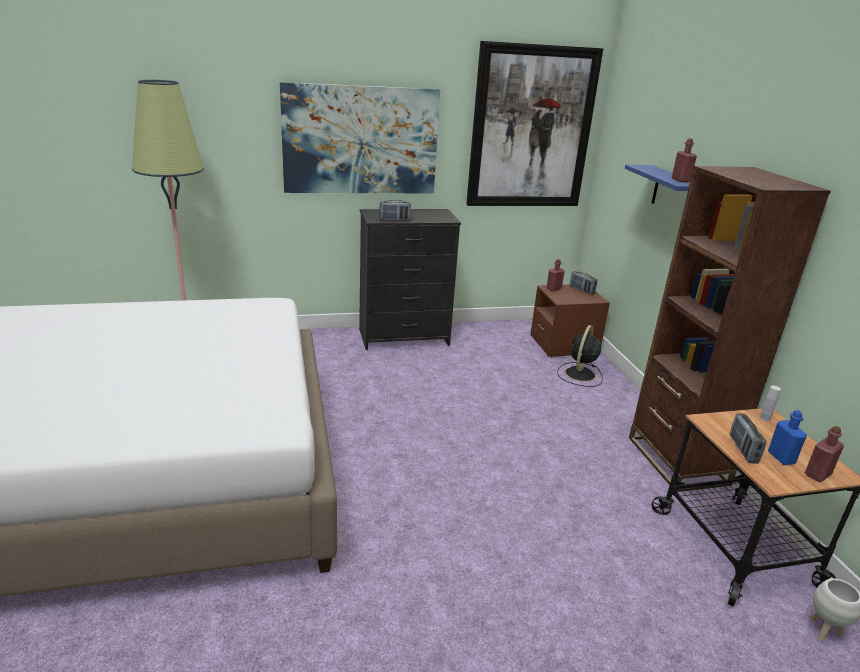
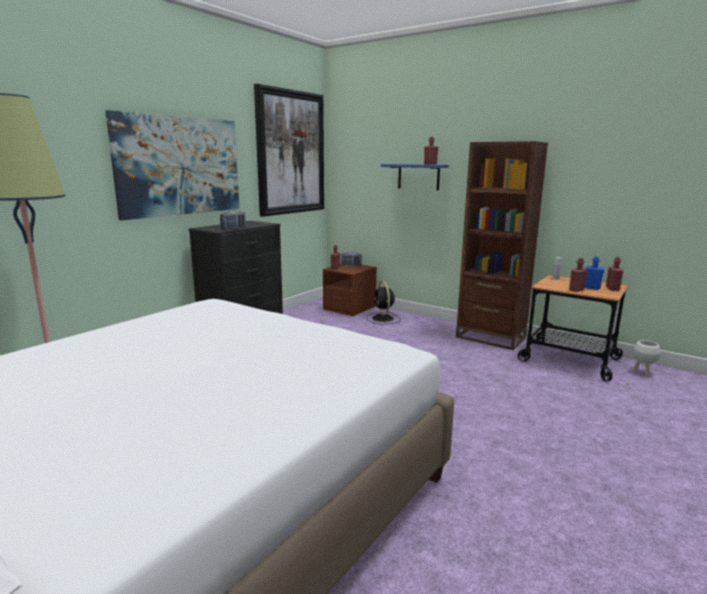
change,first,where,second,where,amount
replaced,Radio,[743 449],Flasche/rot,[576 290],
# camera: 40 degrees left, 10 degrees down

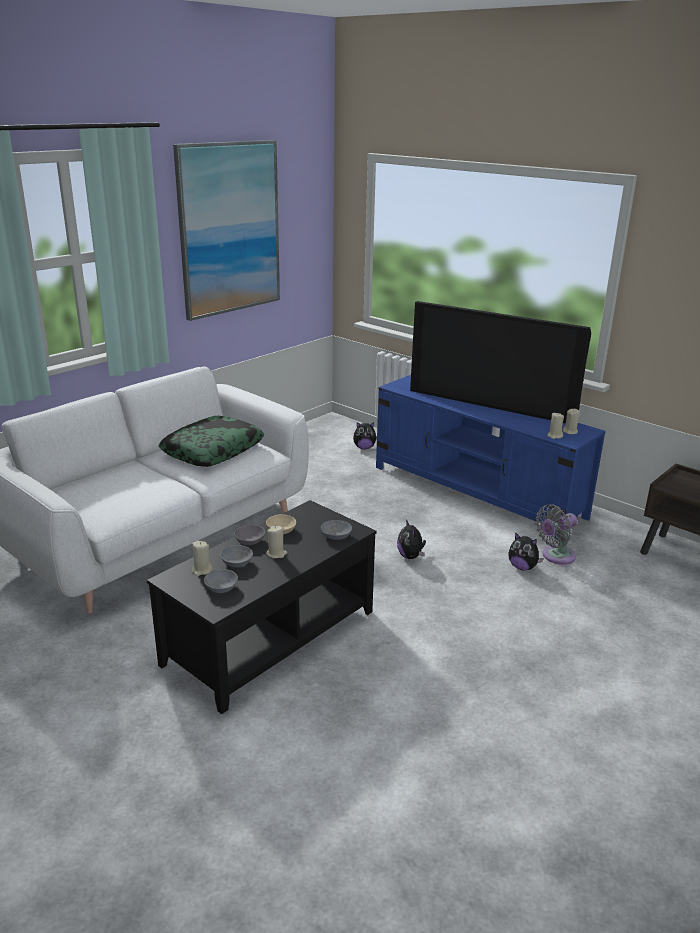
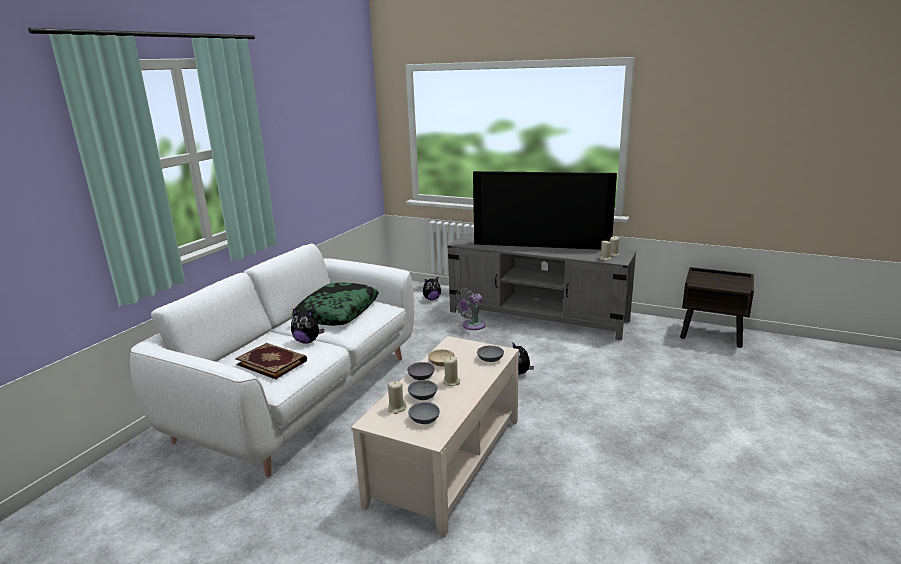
change,first,where,second,where,amount
added,,,Buch,[272 362],
moved,Plüschtier,[522 567],,[307 341],
recoloured,Couchtisch/schwarz,[271 637],Couchtisch/beige,[447 460],
recoloured,Fernsehschrank/blau,[477 492],Fernsehschrank/grau,[538 316],
moved,Ventilator/grau,[555 556],,[472 326],
removed,Bild,[229 229],,,
# camera: 15 degrees left, 5 degrees down

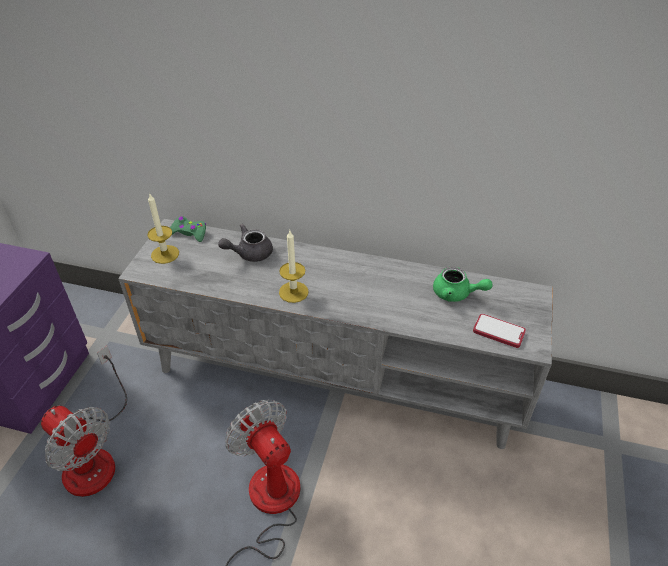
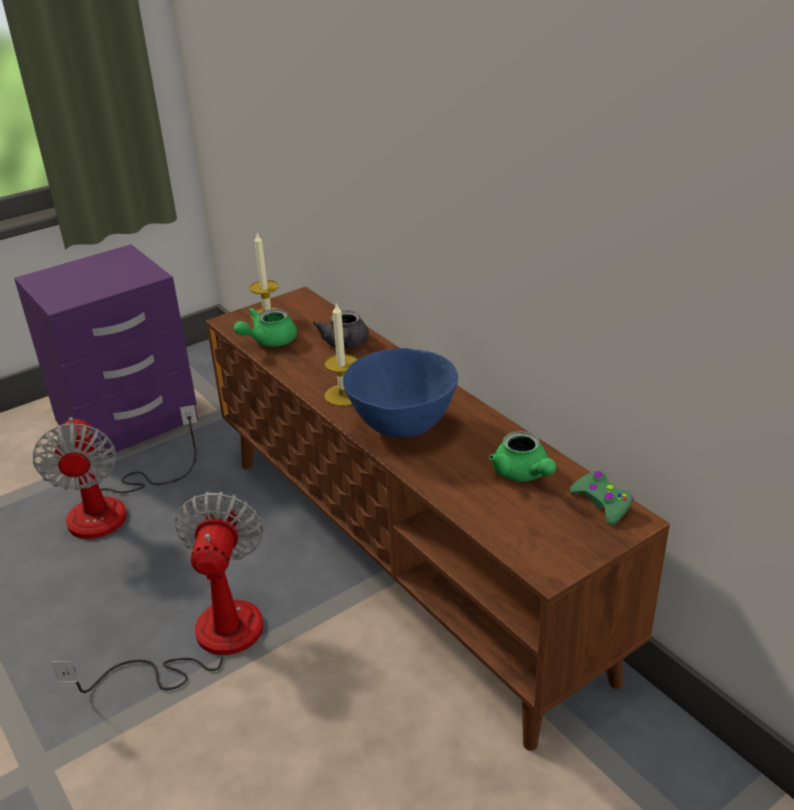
change,first,where,second,where,amount
recoloured,Fernsehschrank/grau,[335 376],Fernsehschrank/braun,[406 559],
added,,,Teekanne/grün,[268 341],
turned,Teekanne/grau,[249 253],,[345 344],105 degrees counterclockwise
added,,,Schüssel/blau,[402 426],
moved,Gamepad/grün,[189 233],,[602 503],
removed,Handy,[498 332],,,
# camera: 40 degrees right, 10 degrees down

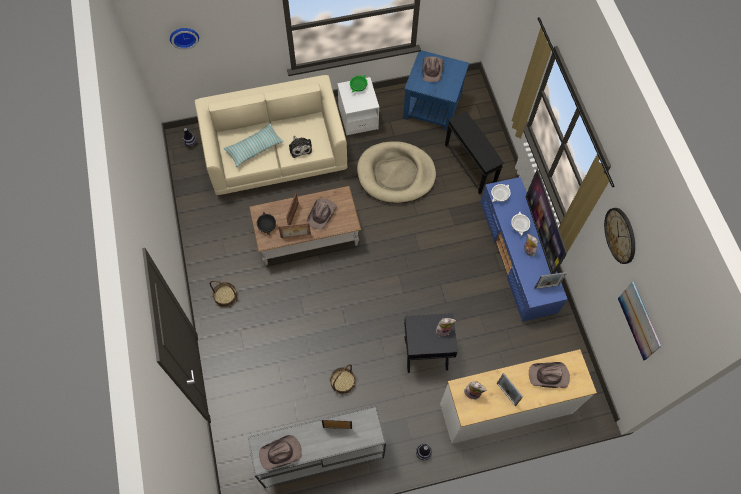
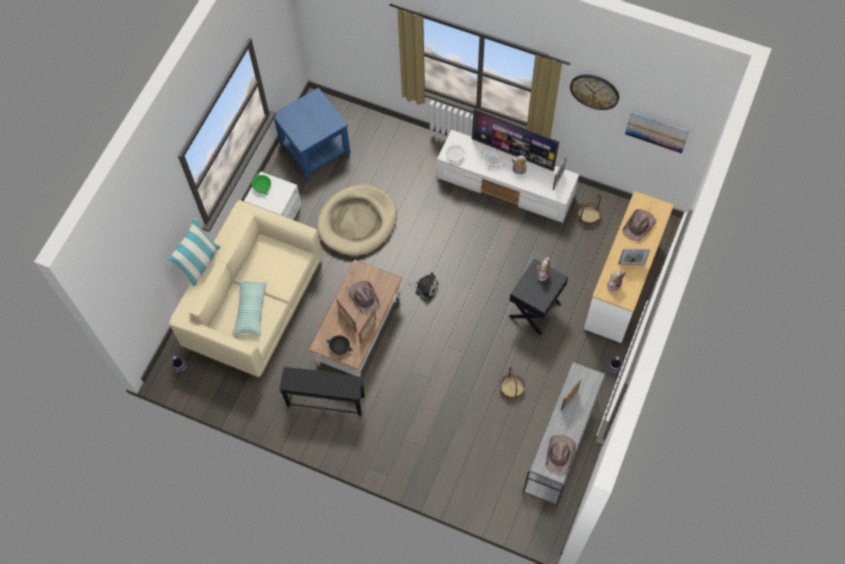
change,first,where,second,where,amount
added,,,Kissen,[200 263],
moved,Beistelltisch/schwarz,[470 165],,[326 400],
moved,Plüschtier,[300 147],,[425 287],
recoloured,Fernsehschrank/blau,[518 257],Fernsehschrank/weiß,[506 186],
moved,Korb,[225 296],,[588 216],
removed,Wanduhr,[184 36],,,
removed,Hut/braun,[432 69],,,
# camera: 50 degrees left, 0 degrees up

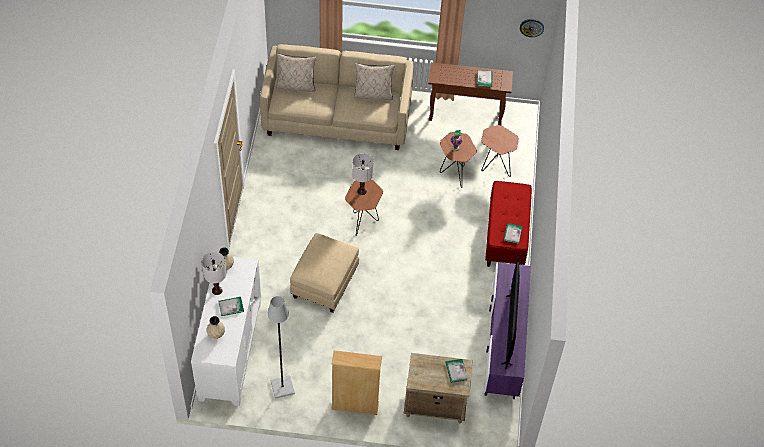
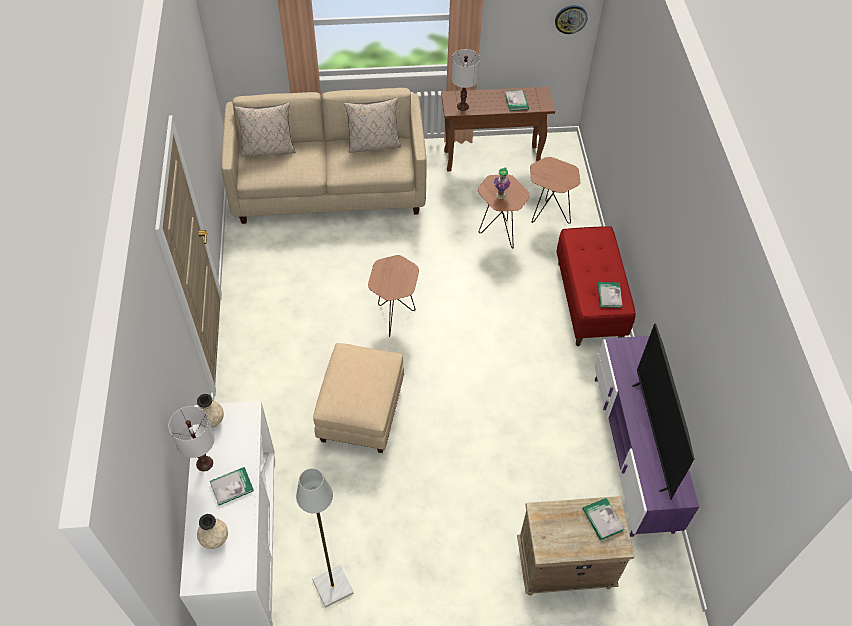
change,first,where,second,where,amount
moved,Tischlampe/weiß,[362 191],,[463 106],
removed,Bücherregal/beige,[355 405],,,
# camera: 10 degrees left, 0 degrees up

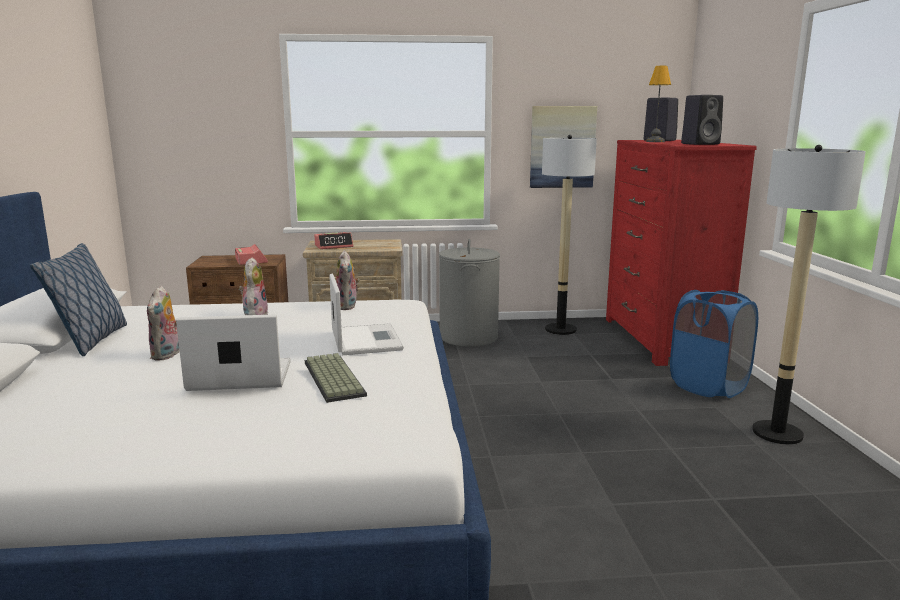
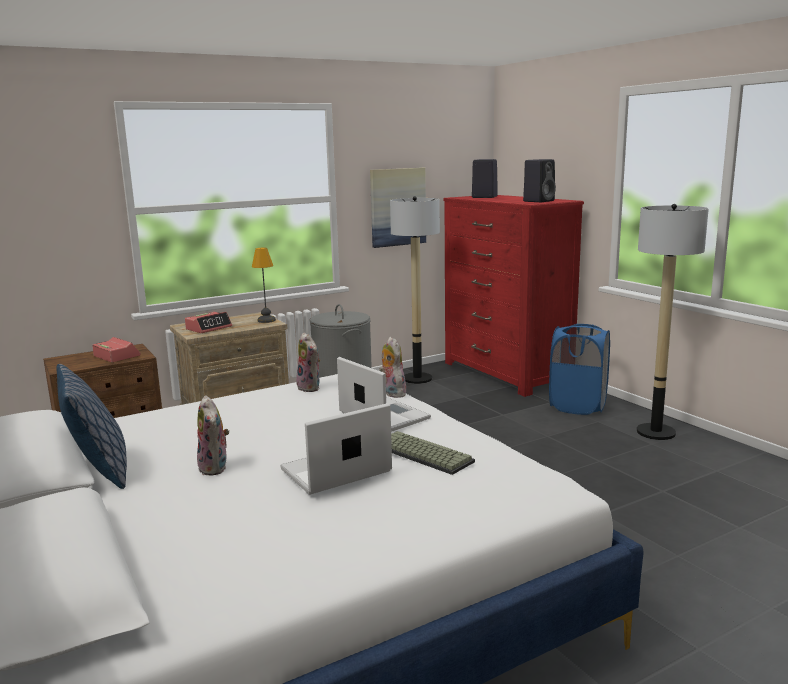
change,first,where,second,where,amount
moved,Tischlampe,[655 141],,[267 320],
moved,Plüschtier,[254 314],,[392 393],
# camera: 25 degrees left, 0 degrees up

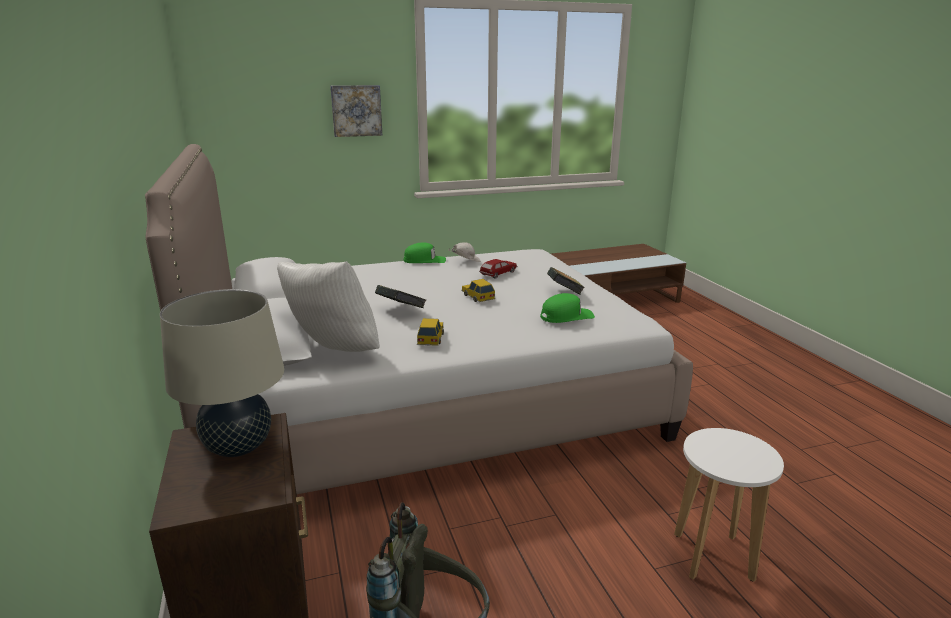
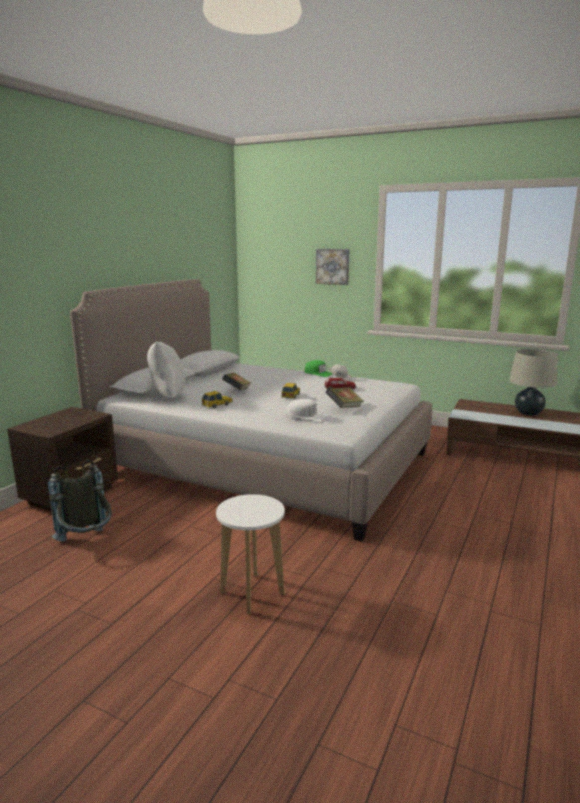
change,first,where,second,where,amount
recoloured,Kappe/grün,[566 316],Kappe/weiß,[306 416],
moved,Tischlampe/beige,[238 447],,[528 413],
# camera: 45 degrees right, 5 degrees down

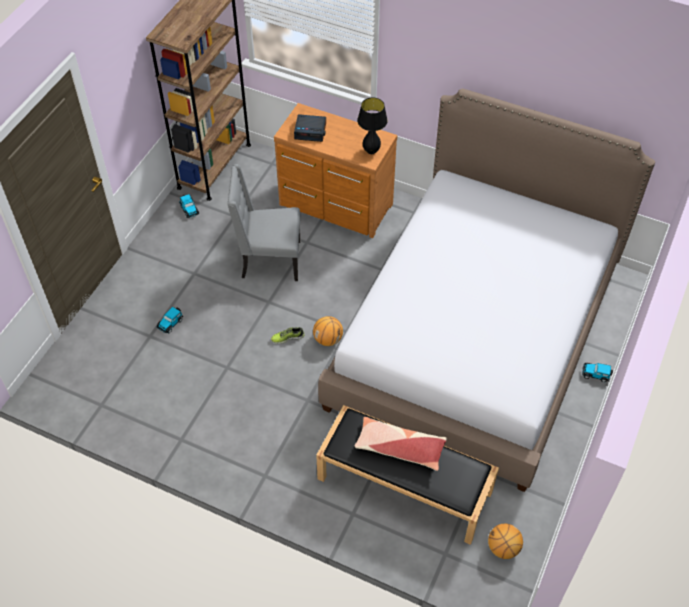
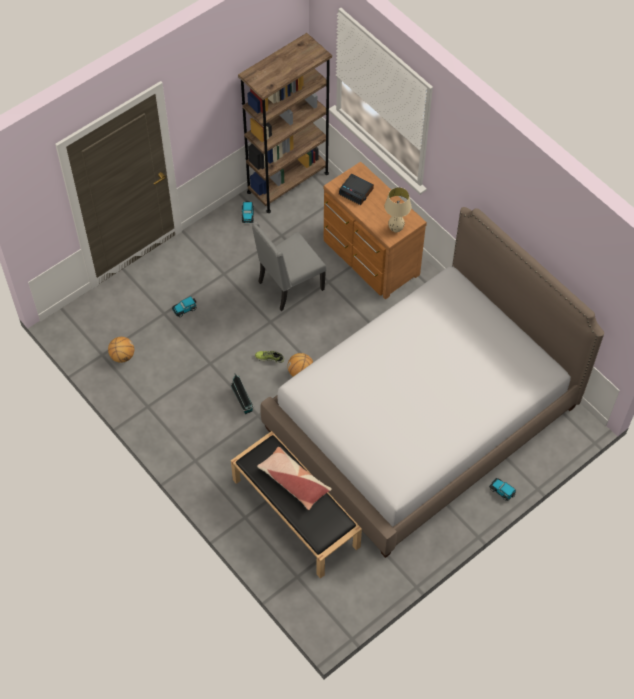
change,first,where,second,where,amount
moved,Basketball,[503 548],,[122 356],
added,,,Spielzeughaus,[243 401],
turned,Stuhl/grau,[269 260],,[289 286],60 degrees counterclockwise
recoloured,Tischlampe/schwarz,[371 151],Tischlampe/beige,[396 229],
# camera: 25 degrees right, 5 degrees up

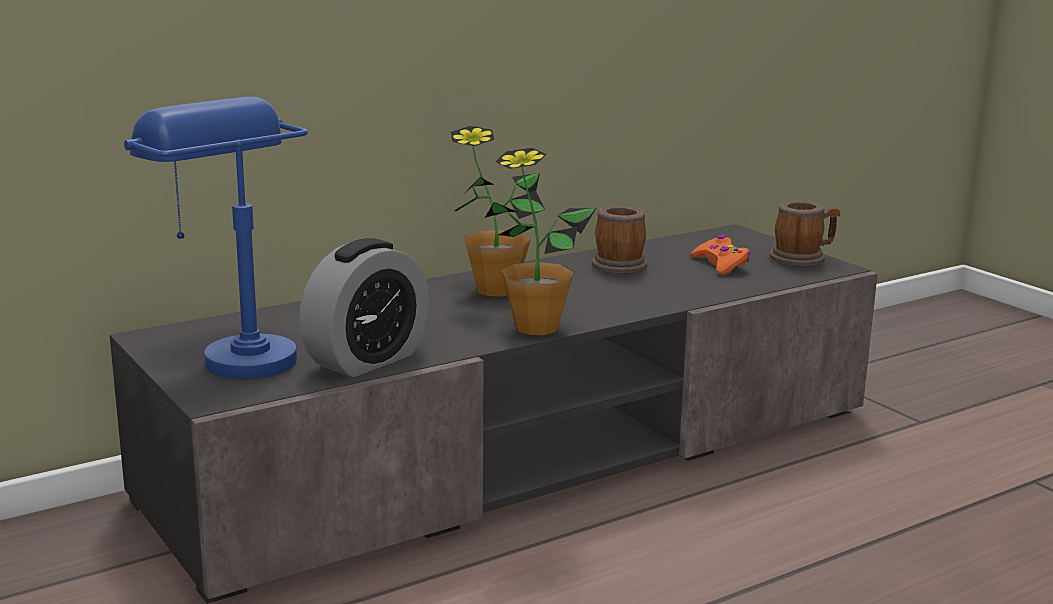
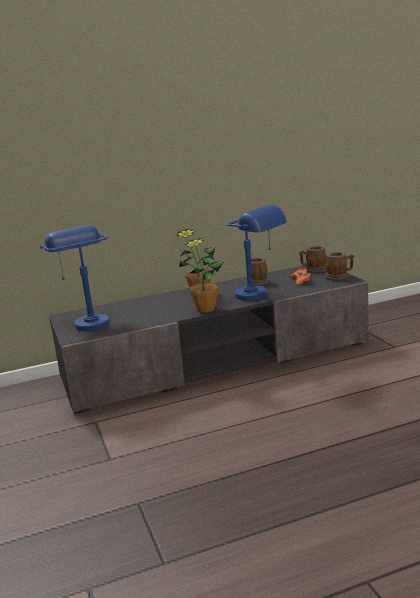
change,first,where,second,where,amount
added,,,Tischlampe/blau,[260 296],
added,,,Henkelbecher,[313 270],
removed,Wecker,[367 360],,,
# camera: 15 degrees right, 0 degrees up

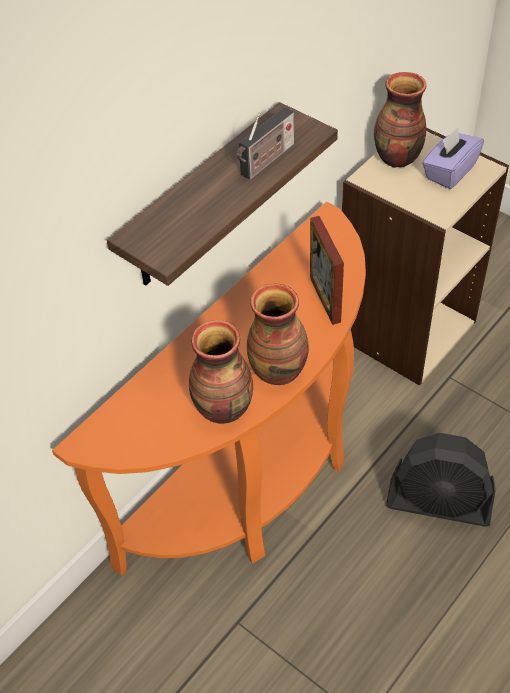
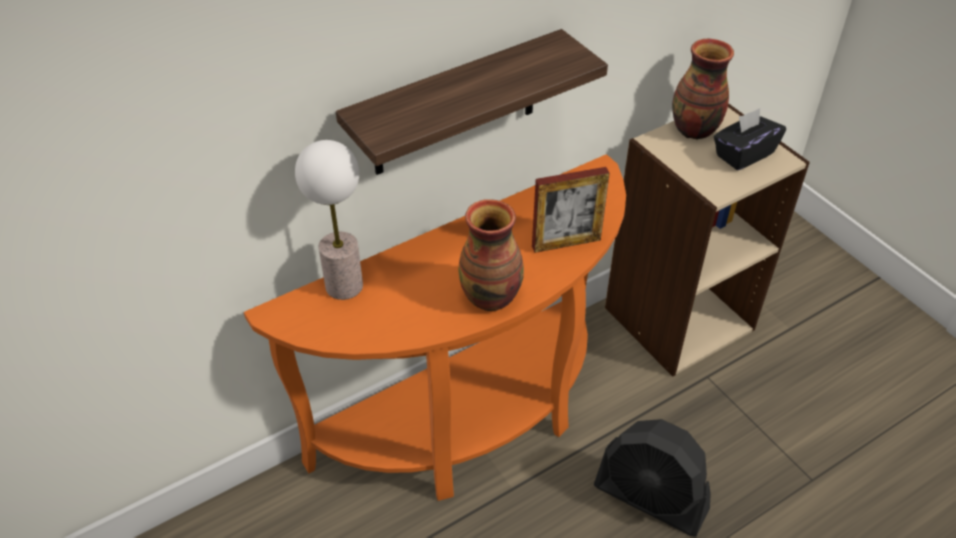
change,first,where,second,where,amount
added,,,Tischlampe,[344 286],
turned,Bilderrahmen,[325 299],,[566 243],105 degrees counterclockwise
recoloured,Taschentuchbox/lila,[449 172],Taschentuchbox/schwarz,[743 154],
removed,Vase,[225 408],,,
removed,Radio,[266 161],,,
# camera: 15 degrees right, 5 degrees down

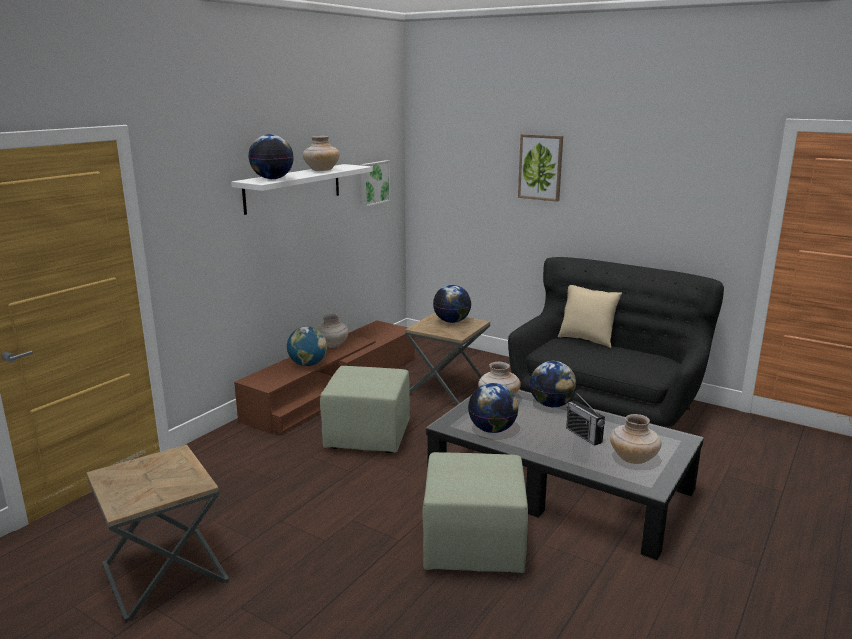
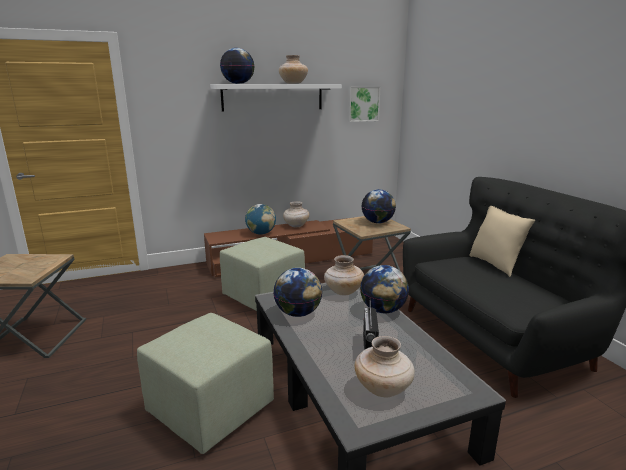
change,first,where,second,where,amount
removed,Bild,[540 167],,,
# camera: 35 degrees right, 0 degrees up

